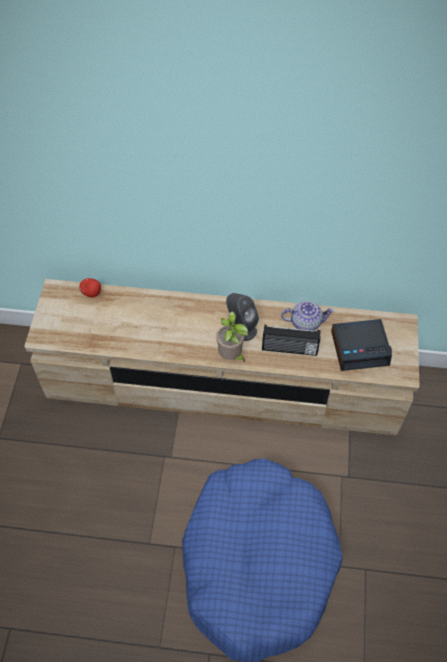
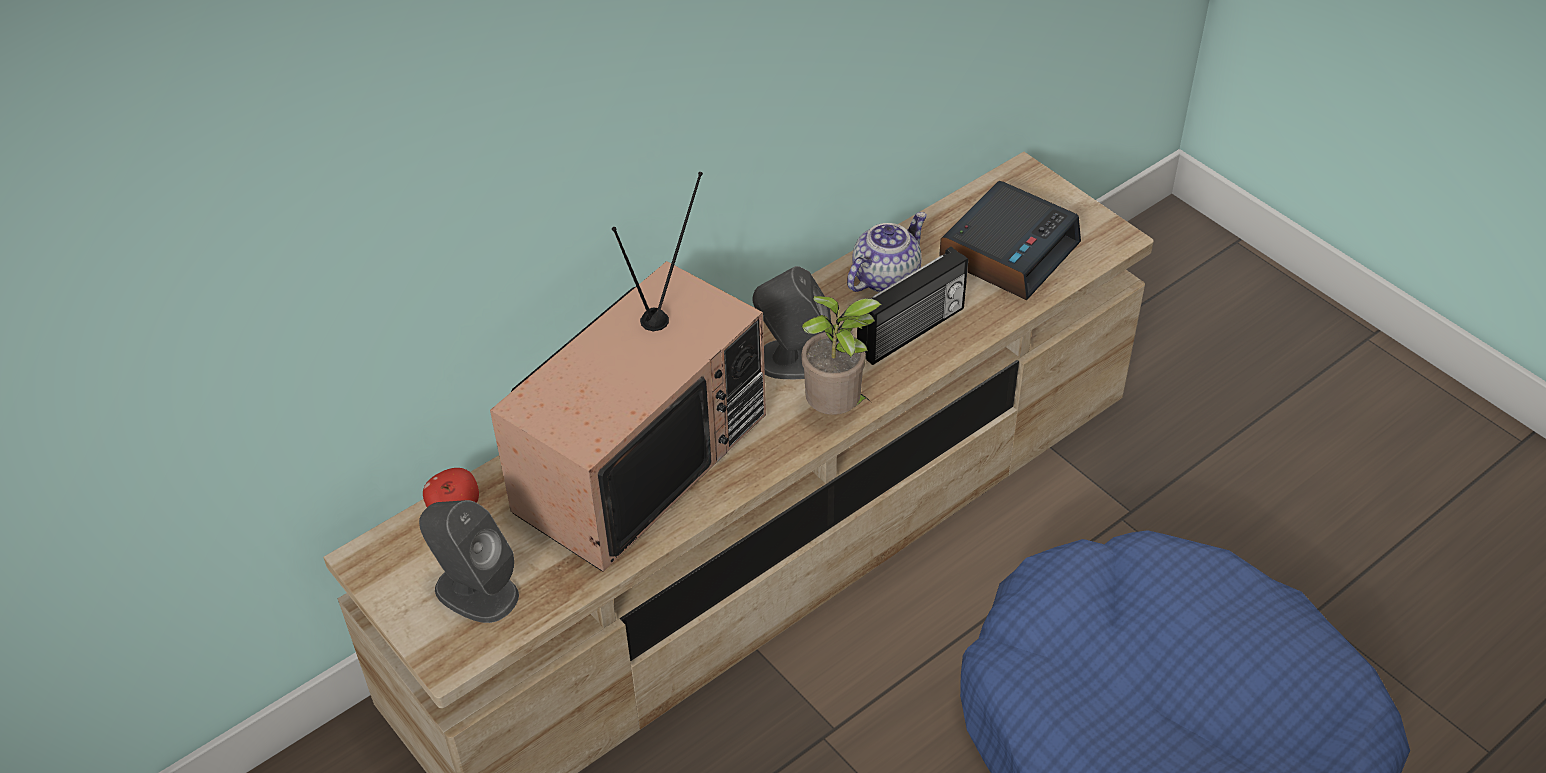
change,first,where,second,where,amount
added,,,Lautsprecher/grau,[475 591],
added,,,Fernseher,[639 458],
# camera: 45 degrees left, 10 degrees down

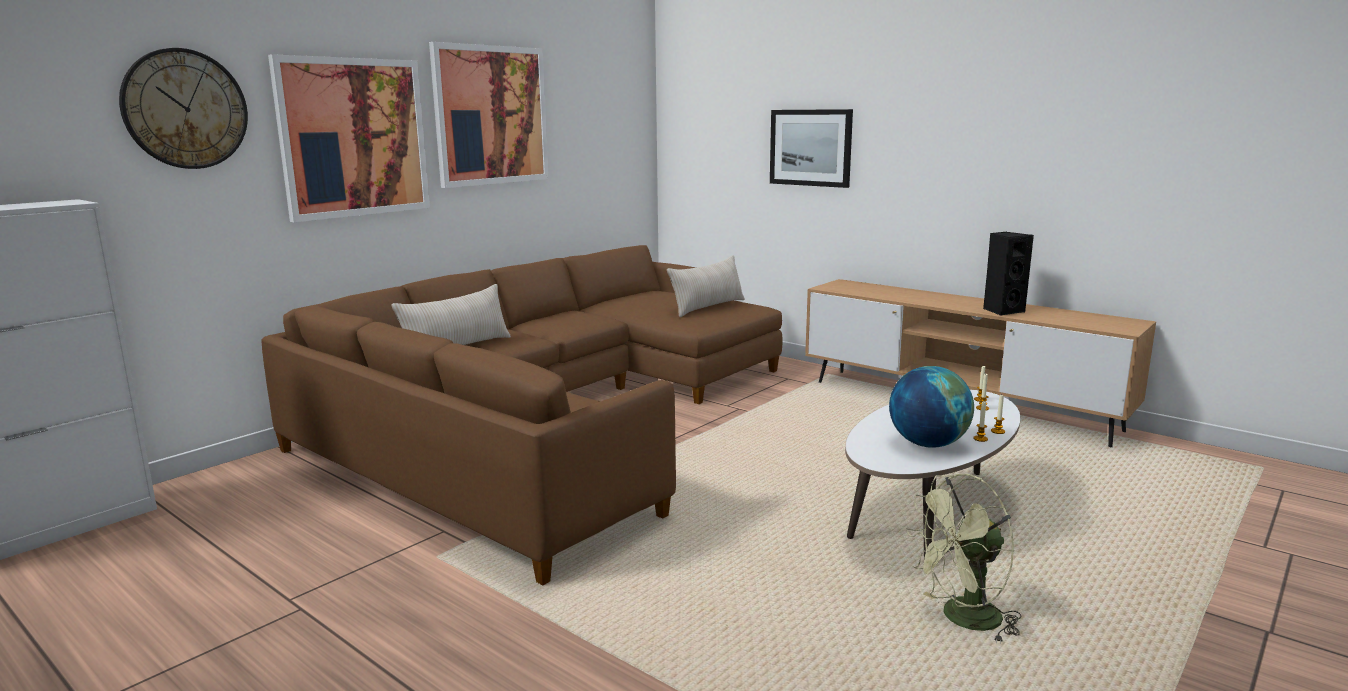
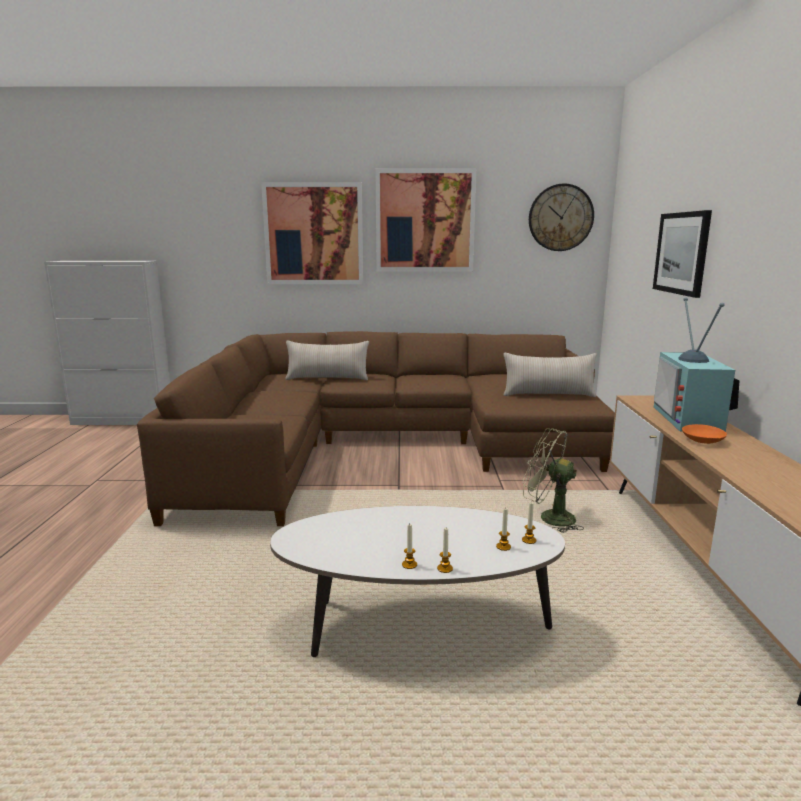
change,first,where,second,where,amount
moved,Ventilator/grün,[962 619],,[549 518],
moved,Wanduhr,[185 109],,[560 217],
added,,,Fernseher,[692 419],
added,,,Schüssel/orange,[702 441],
removed,Globus,[927 444],,,
removed,Lautsprecher/schwarz,[1002 311],,,
# camera: 50 degrees right, 0 degrees up

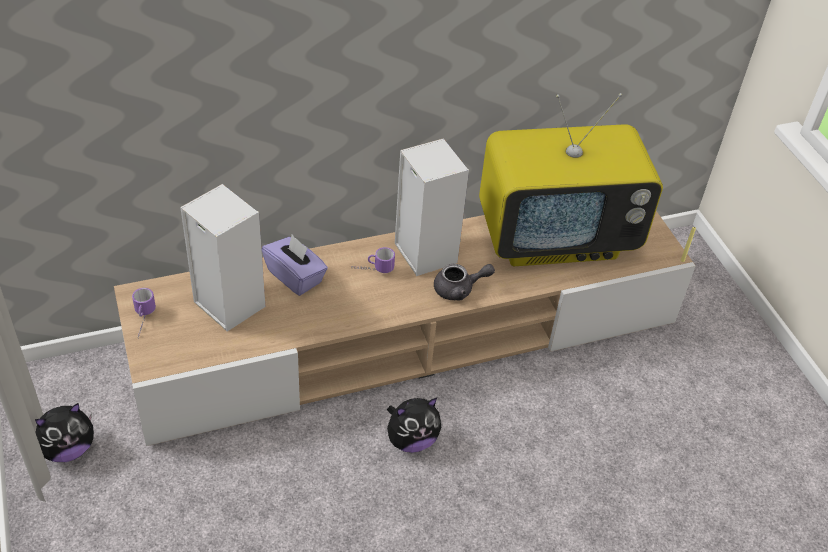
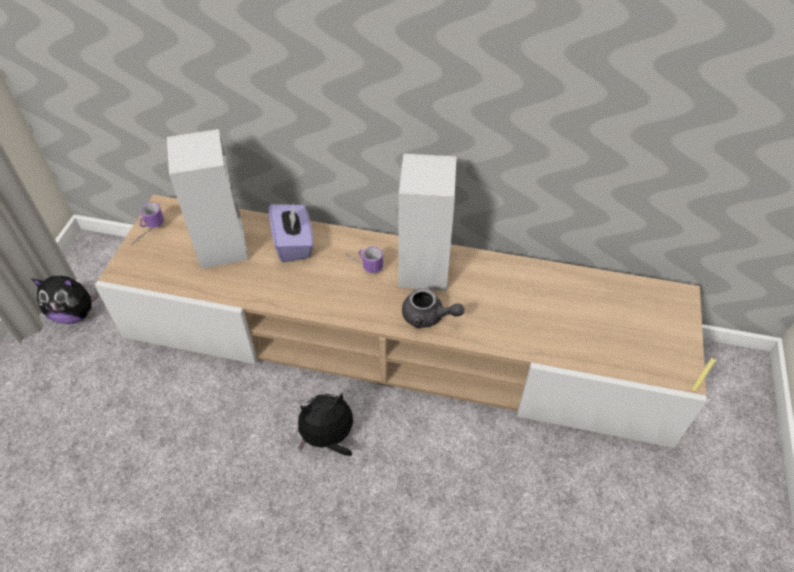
change,first,where,second,where,amount
turned,Plüschtier,[411 440],,[328 438],150 degrees clockwise
removed,Fernseher,[557 238],,,
# camera: 35 degrees right, 5 degrees up

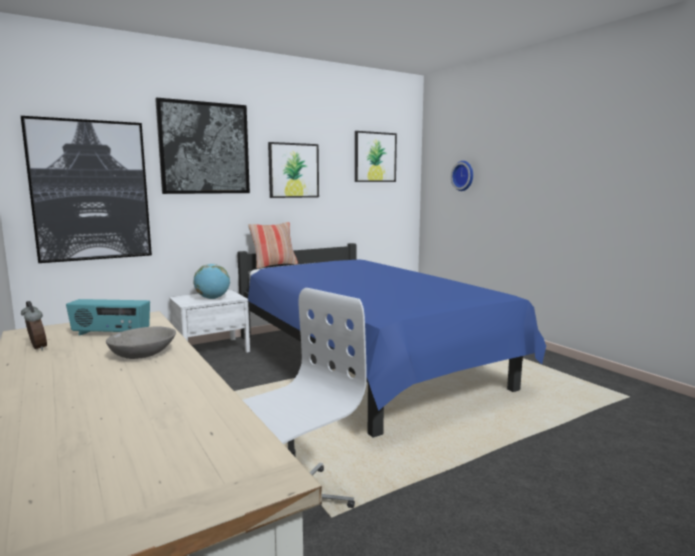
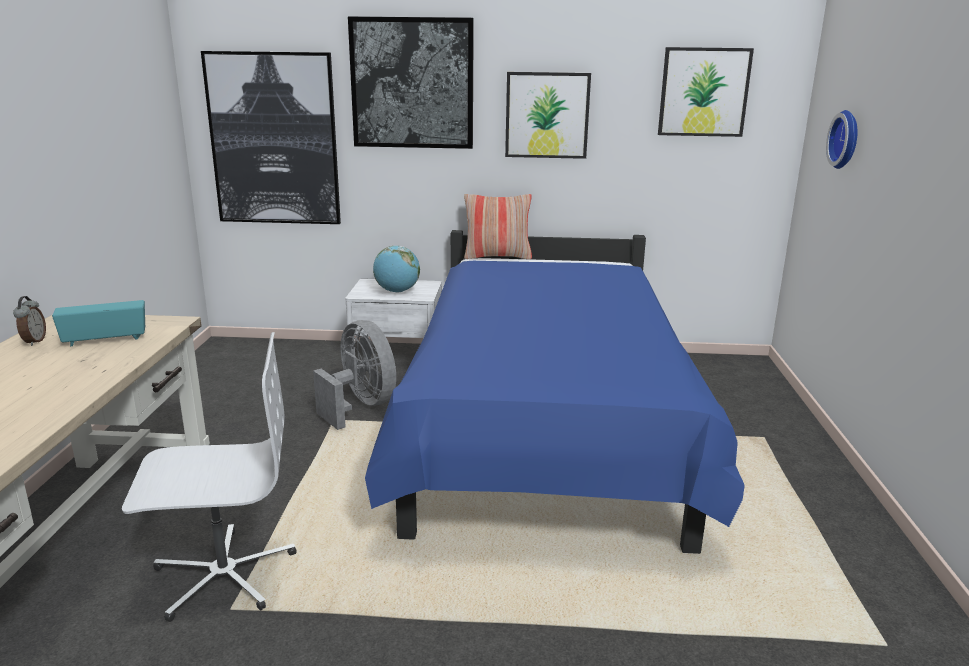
change,first,where,second,where,amount
turned,Radio,[111 334],,[105 340],120 degrees clockwise
added,,,Ventilator/grau,[360 406],
removed,Schüssel/grau,[143 353],,,
# camera: 35 degrees right, 10 degrees up

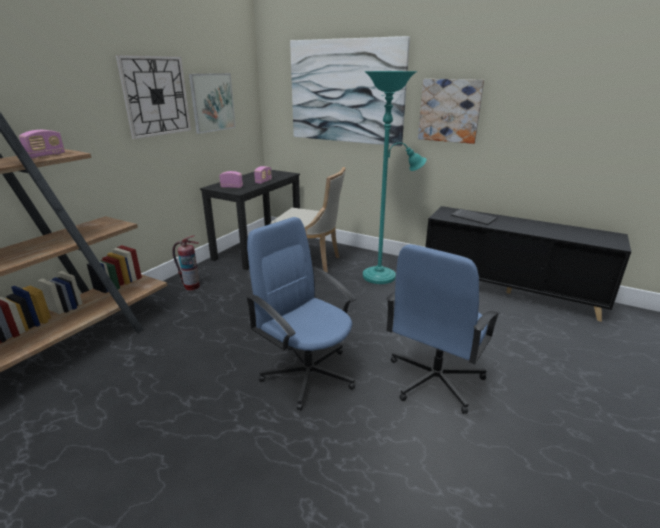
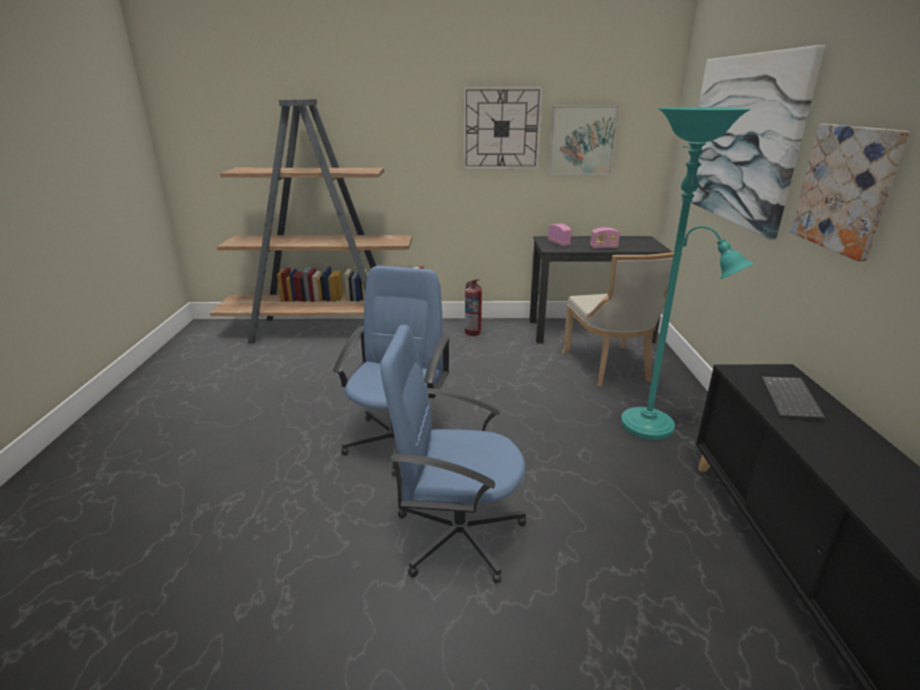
change,first,where,second,where,amount
removed,Radio,[46 156],,,
# camera: 60 degrees right, 0 degrees up

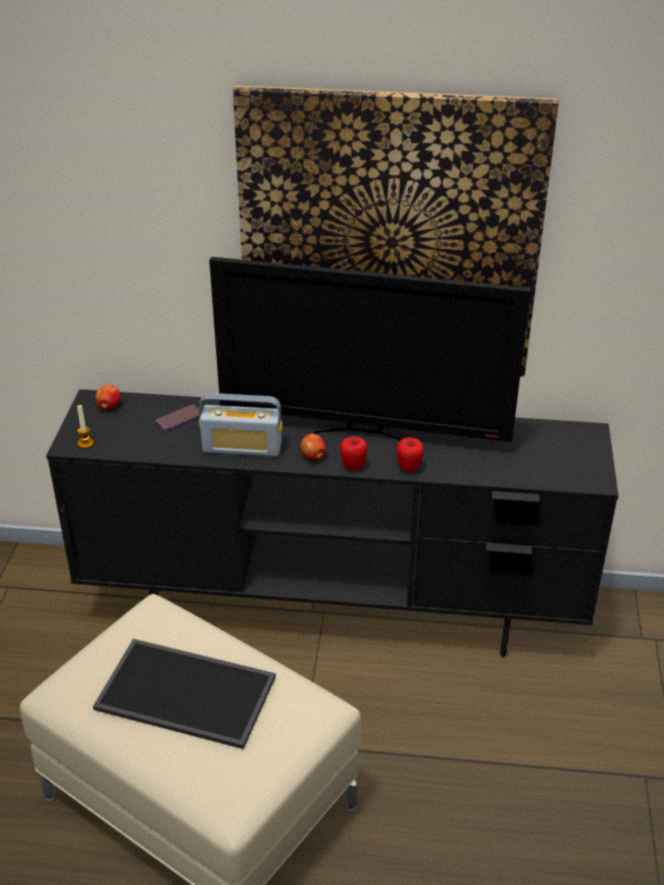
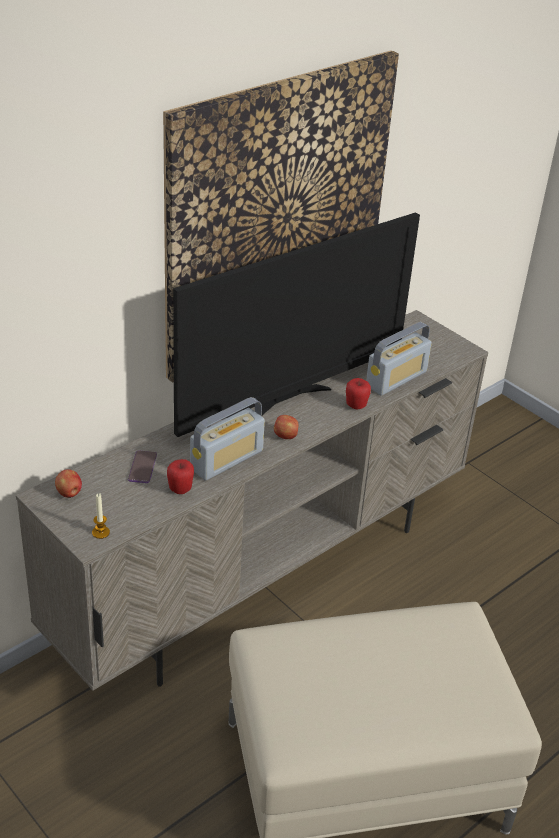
change,first,where,second,where,amount
recoloured,Fernsehschrank/schwarz,[335 609],Fernsehschrank/beige,[267 576],
moved,Apfel,[353 466],,[180 489],
added,,,Radio,[396 379],
removed,Tablett,[188 691],,,
# camera: 50 degrees left, 0 degrees up

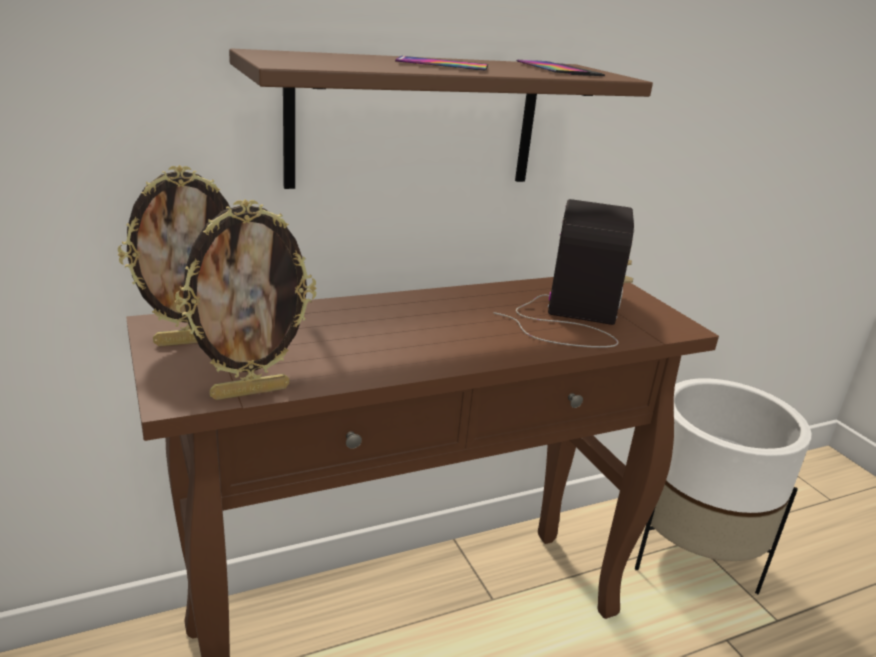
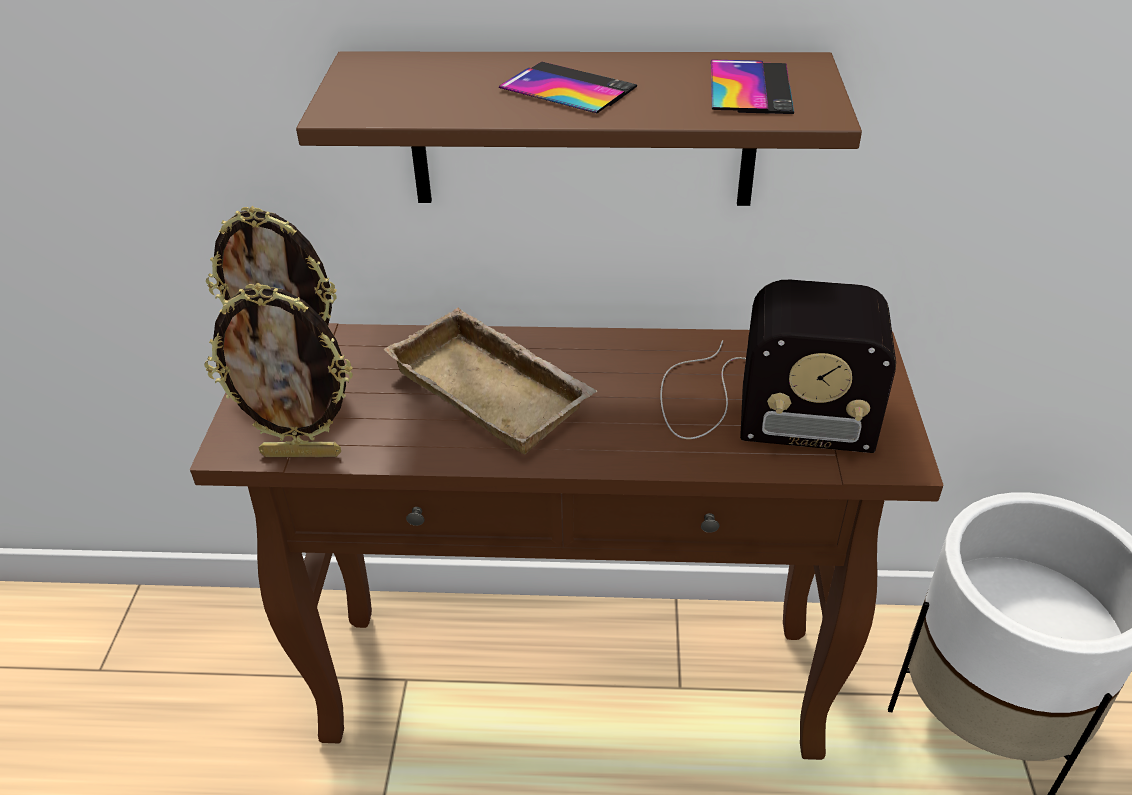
change,first,where,second,where,amount
added,,,Tablett/beige,[495 389],
turned,Radio,[573 314],,[757 406],60 degrees clockwise
# camera: 30 degrees right, 15 degrees up

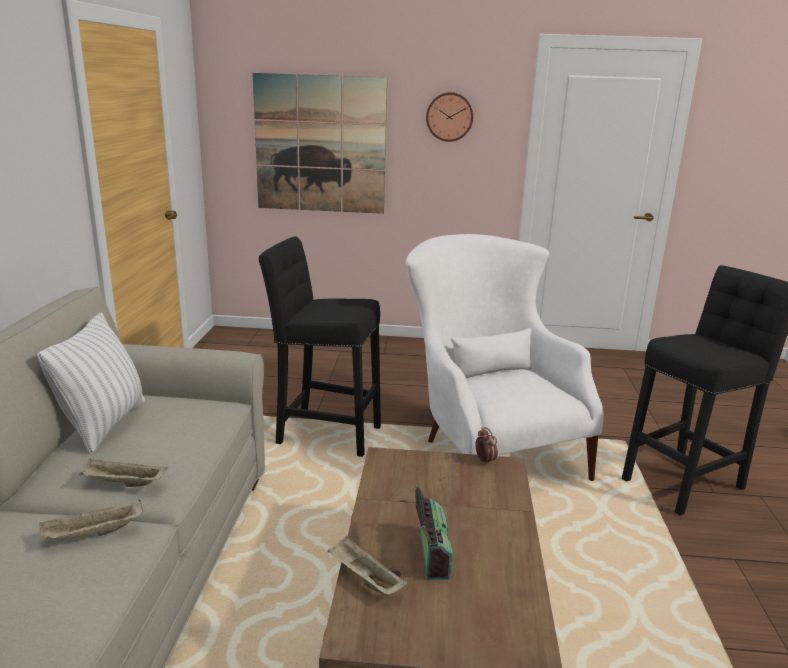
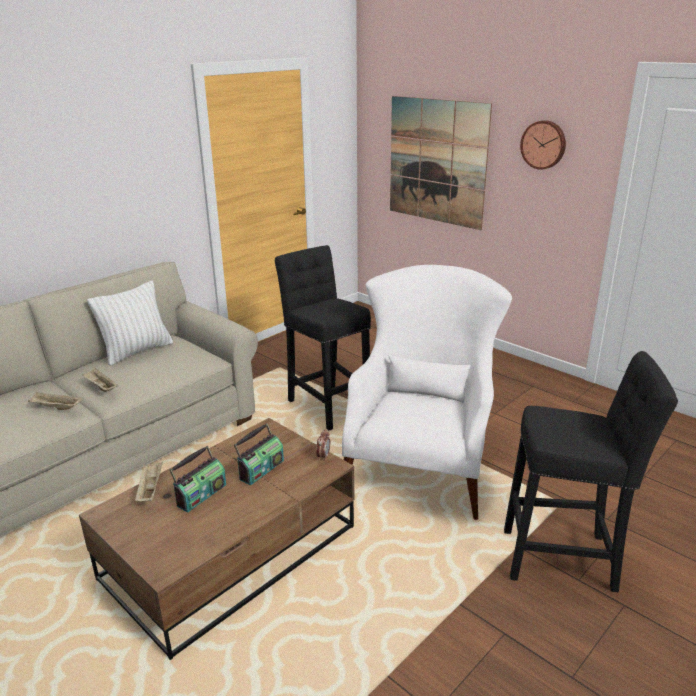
change,first,where,second,where,amount
added,,,Radio,[261 469],
# camera: 40 degrees right, 5 degrees up

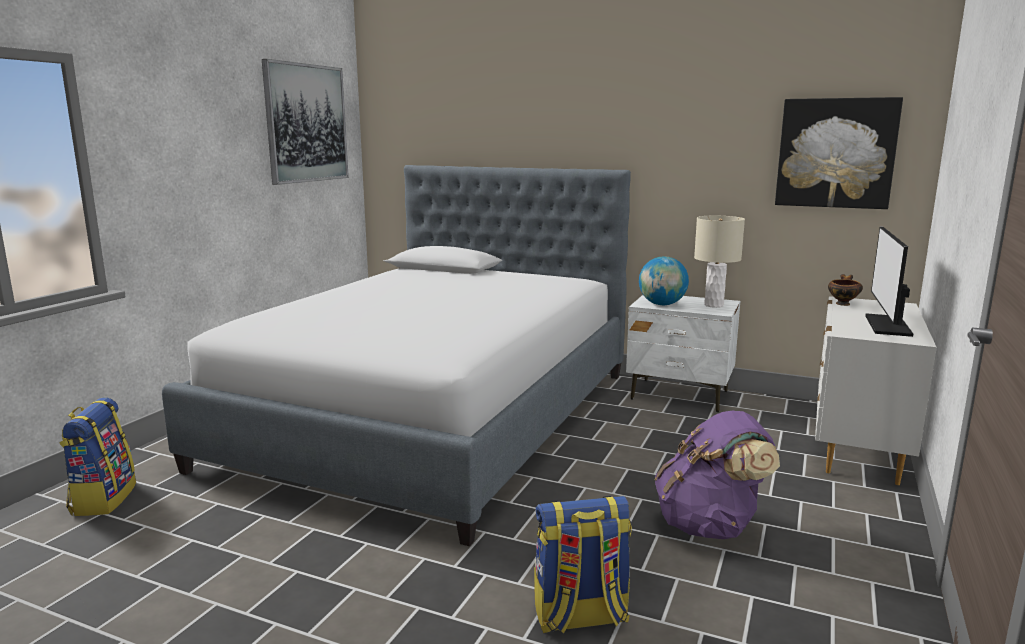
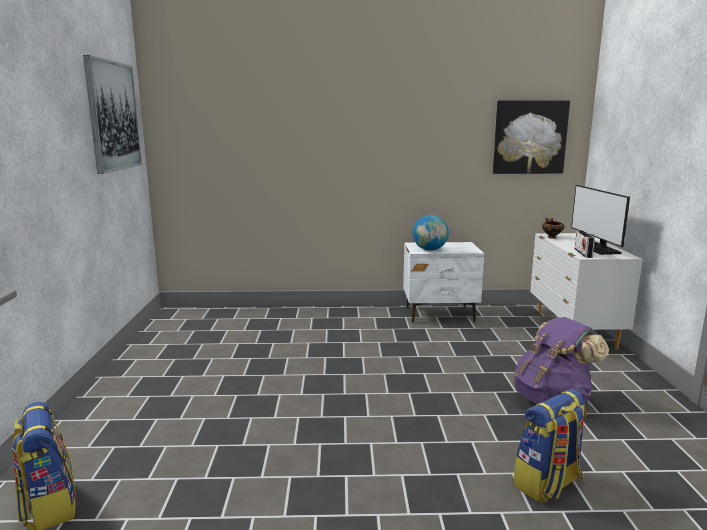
change,first,where,second,where,amount
added,,,Radio,[583 253],
removed,Bett,[435 417],,,
removed,Tischlampe/beige,[713 305],,,
# camera: 25 degrees left, 0 degrees up

